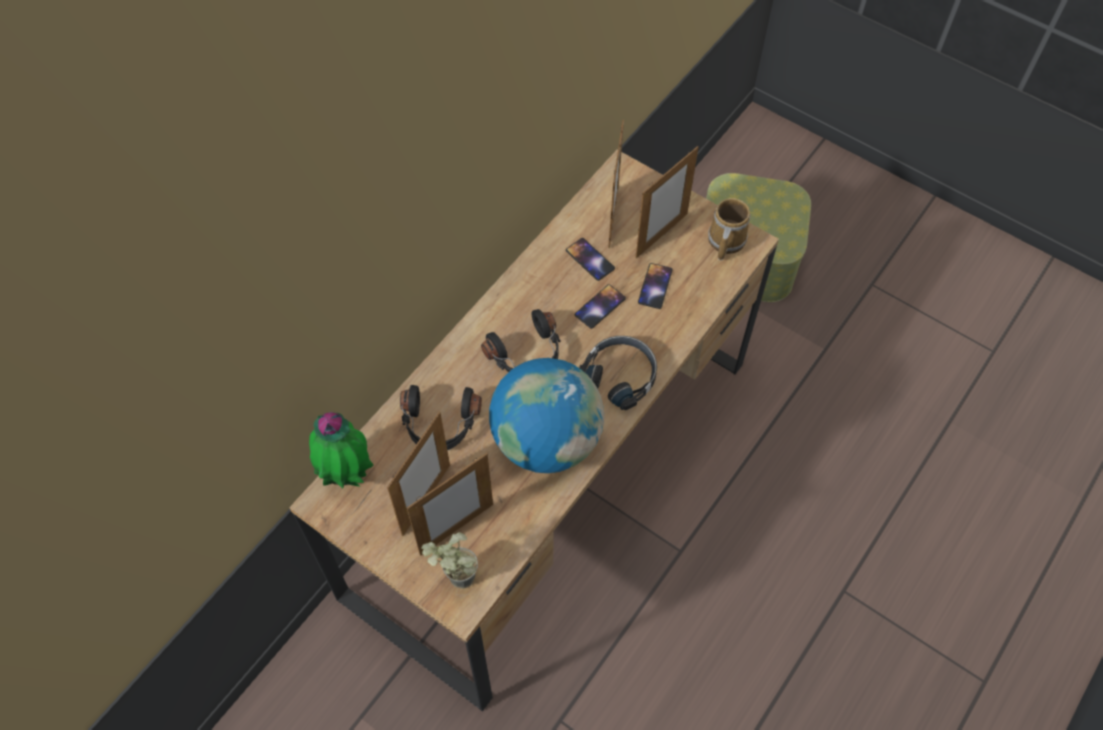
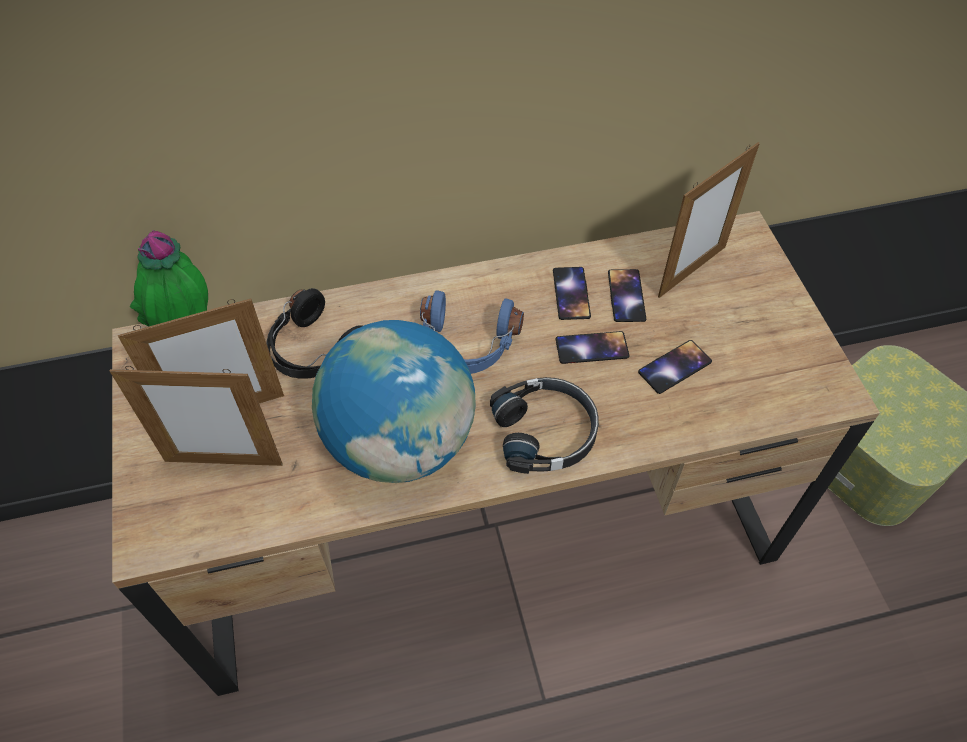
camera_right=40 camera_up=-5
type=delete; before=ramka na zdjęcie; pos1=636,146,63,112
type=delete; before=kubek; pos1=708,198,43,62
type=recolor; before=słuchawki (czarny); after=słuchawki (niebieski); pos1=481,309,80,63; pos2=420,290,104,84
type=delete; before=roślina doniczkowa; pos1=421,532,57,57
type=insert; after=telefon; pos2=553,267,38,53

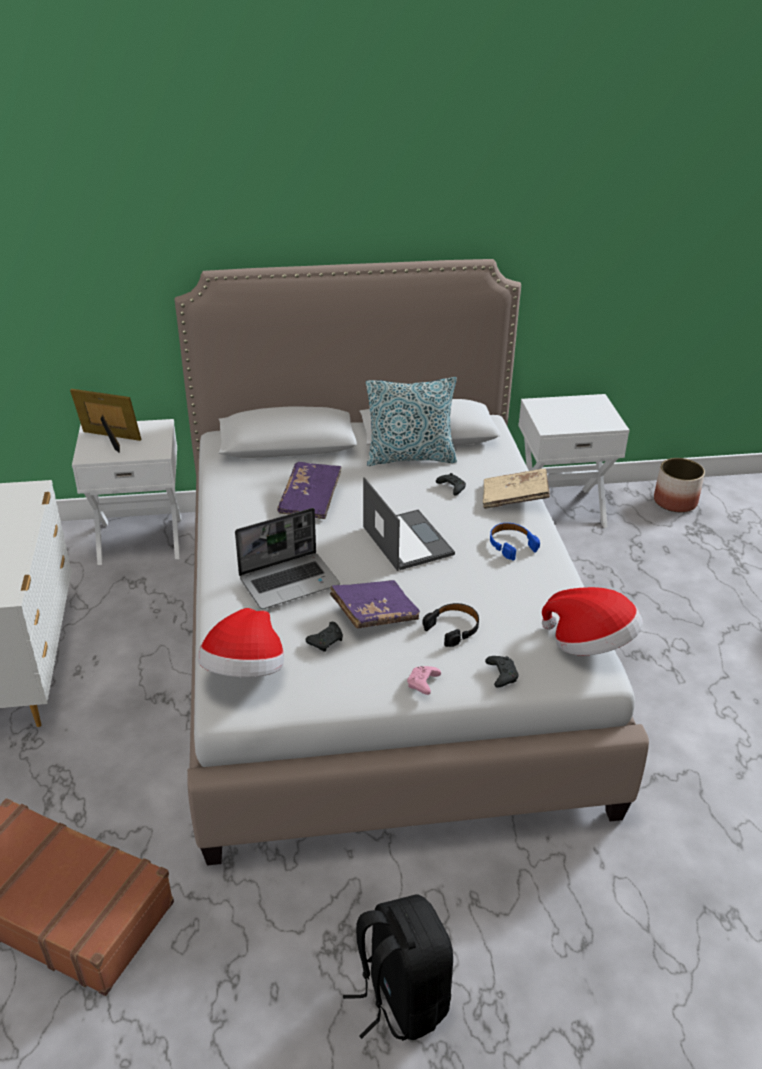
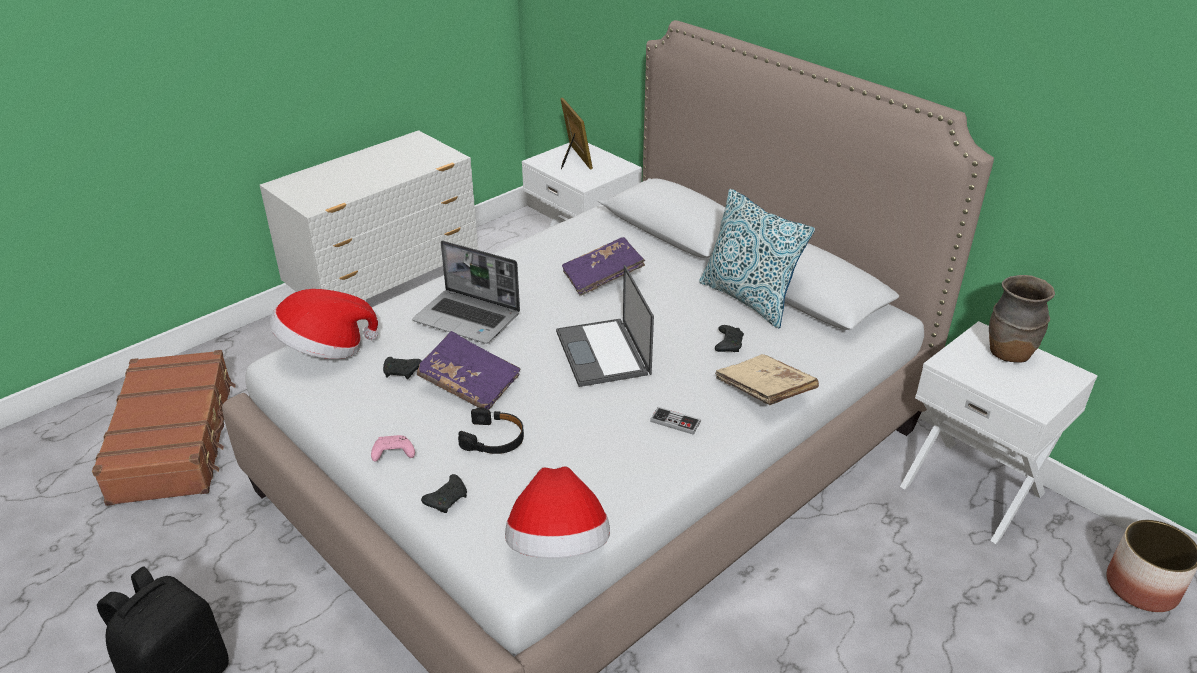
camera_right=55 camera_up=0
type=rotate; before=laptop; pos1=363,477,92,94; pos2=556,265,98,122; turn=135
type=replace; before=słuchawki (niebieski); after=pad do gier; pos1=490,523,50,37; pos2=650,407,51,28
type=insert; after=wazon (brązowy); pos2=989,275,66,88

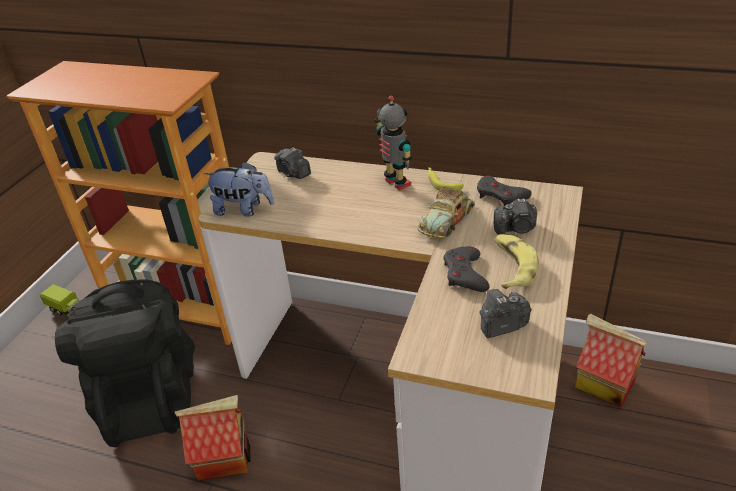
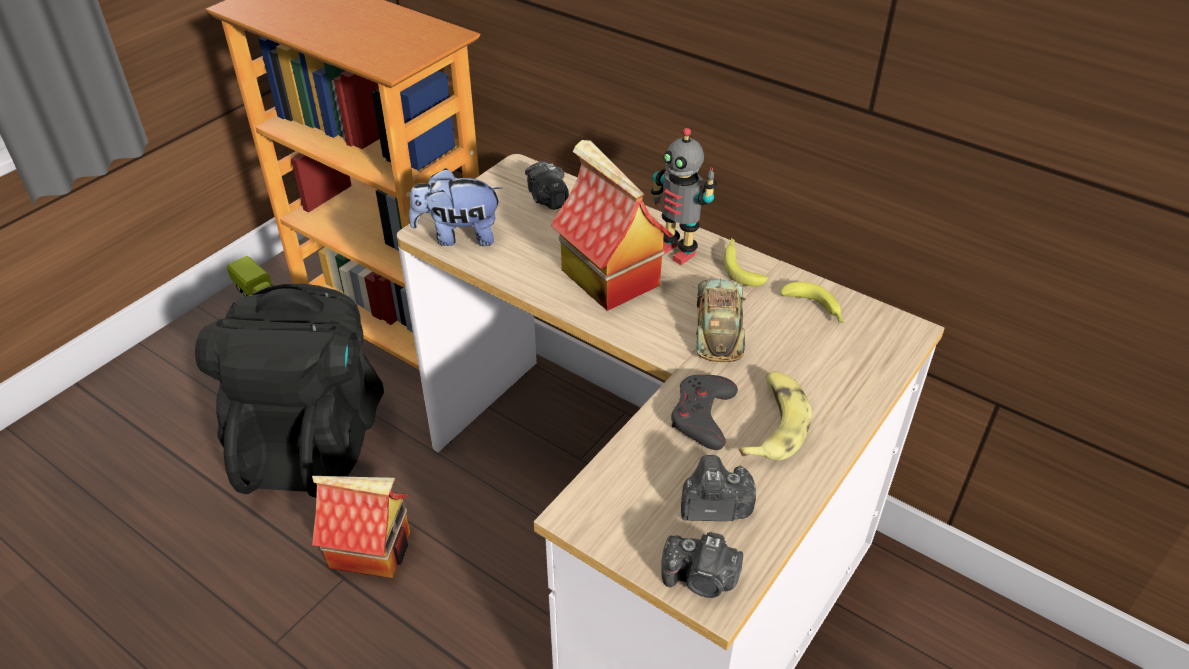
camera_right=15 camera_up=5
type=rotate; before=robot zabawkowy; pos1=374,96,38,95; pos2=651,128,66,137; turn=150
type=rotate; before=pluszak; pos1=203,161,71,55; pos2=409,168,93,78; turn=150
type=replace; before=pad do gier (szary); after=banan; pos1=477,176,55,30; pos2=781,282,64,41
type=rotate; before=samochodzik; pos1=418,186,57,52; pos2=696,279,50,83; turn=135
type=move; before=aparat fotograficzny; pos1=494,198,43,37; pos2=661,532,82,66
type=move; before=domek; pos1=575,314,72,94; pos2=551,140,123,171

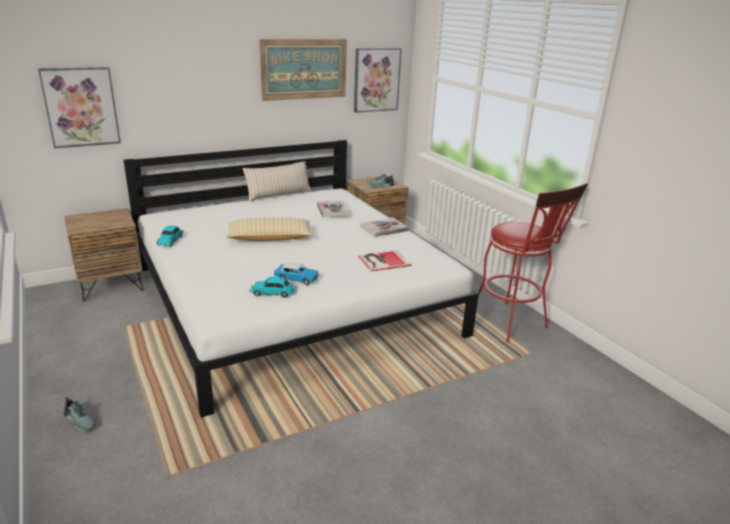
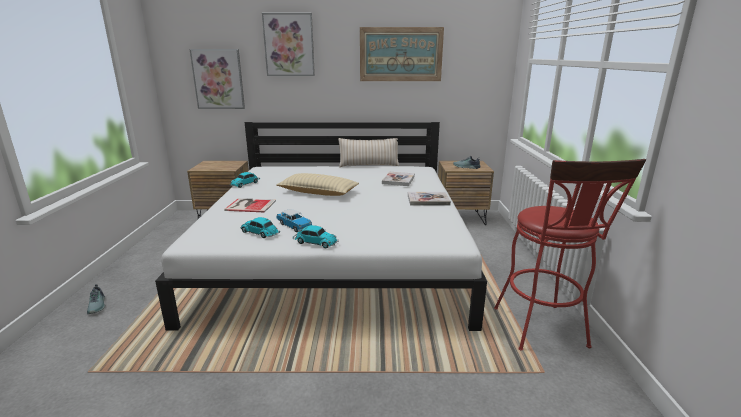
camera_right=30 camera_up=-5
type=move; before=obraz; pos1=354,48,48,65; pos2=262,13,53,63
type=move; before=książka; pos1=357,250,55,22; pos2=224,198,52,15
type=insert; after=samochodzik; pos2=293,225,45,23

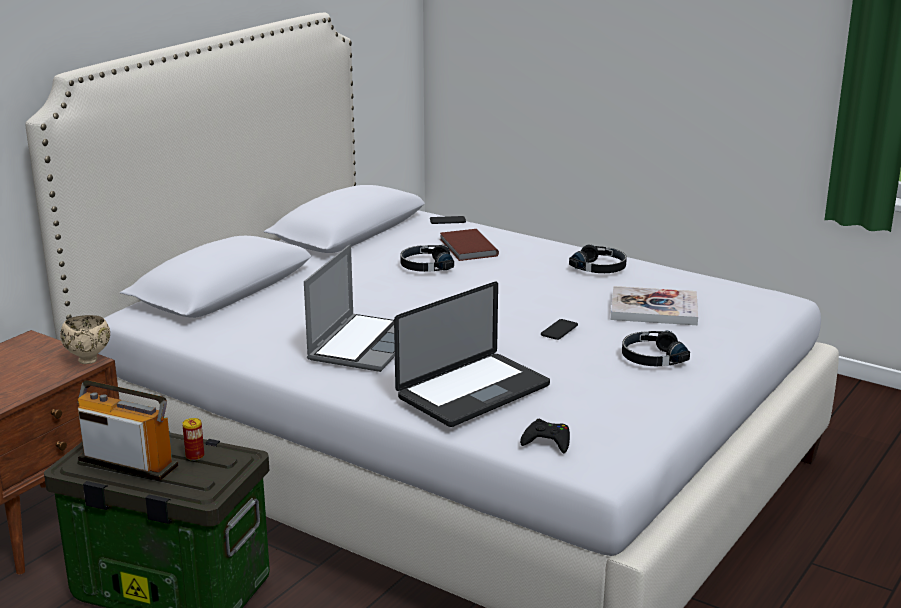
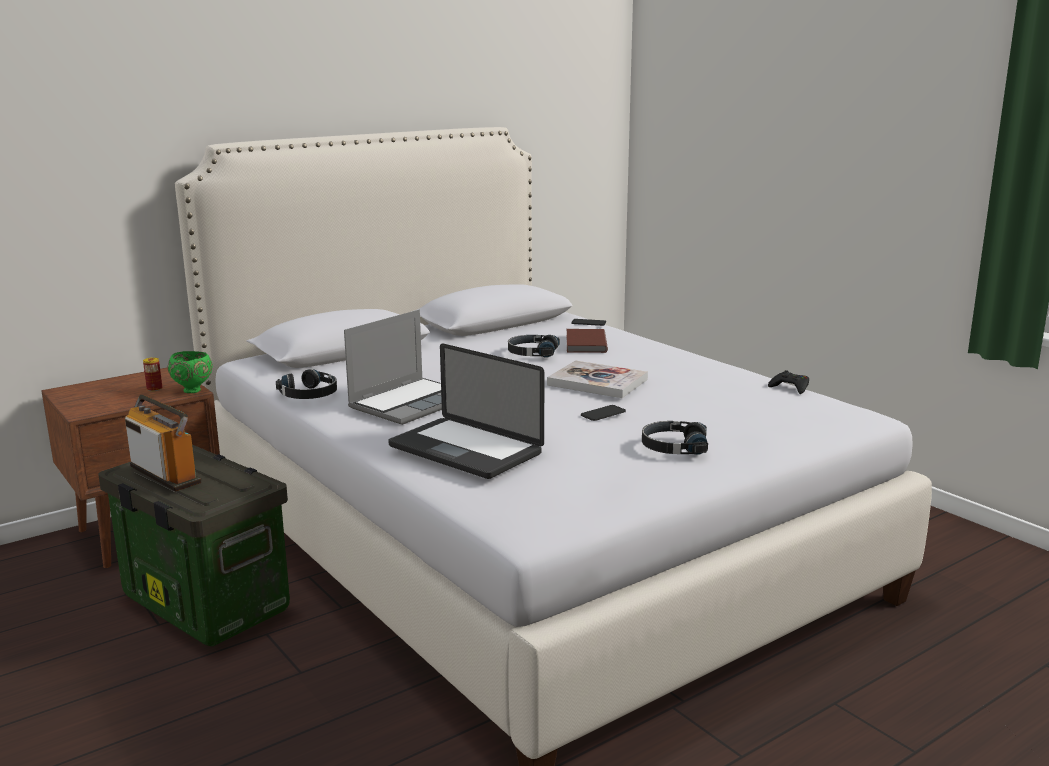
camera_right=20 camera_up=-5
type=move; before=słuchawki (czarny); pos1=569,244,58,29; pos2=276,369,61,30
type=rotate; before=laptop; pos1=394,282,156,145; pos2=388,344,156,135; turn=60
type=move; before=książka; pos1=611,286,87,39; pos2=547,360,101,38
type=recolor; before=miska (beżowy); after=miska (zielony); pos1=60,315,50,49; pos2=168,351,44,42
type=move; before=puszka; pos1=182,418,22,43; pos2=143,357,19,34
type=move; before=pad do gier (czarny); pos1=520,419,50,34; pos2=768,370,41,24

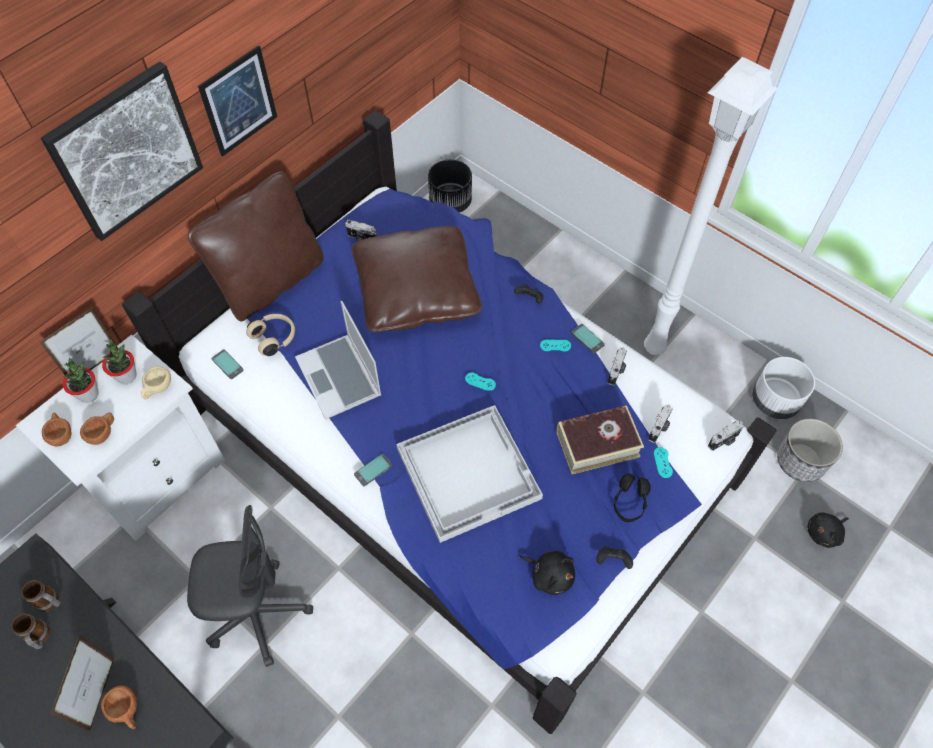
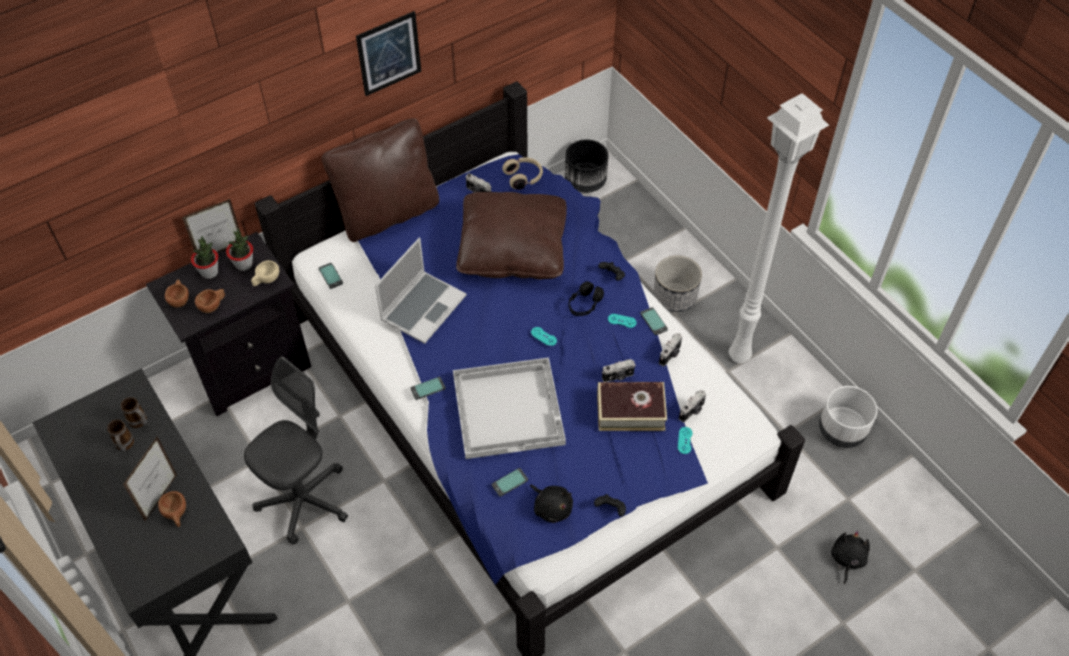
camera_right=15 camera_up=-5
type=delete; before=obraz; pos1=41,61,162,180
type=rotate; before=laptop; pos1=295,301,87,119; pos2=375,237,92,107; turn=-135
type=move; before=słuchawki (beżowy); pos1=246,314,49,42; pos2=502,157,41,33
type=recolor; before=szafka nocna (biały); after=szafka nocna (czarny); pos1=16,335,209,206; pos2=146,232,165,184
type=move; before=donica; pos1=777,419,66,63; pos2=654,255,48,57
type=move; before=aparat fotograficzny; pos1=708,420,36,31; pos2=602,359,34,23
type=move; before=słuchawki (czarny); pos1=614,474,36,48; pos2=569,281,35,35
type=rotate; before=krzesło biurowe (szary); pos1=187,505,126,162; pos2=244,357,104,188; turn=-60
type=rotate; before=pluszak (czarny); pos1=807,512,42,36; pos2=831,530,39,54; turn=120
type=insert; after=telefon; pos2=492,468,36,29

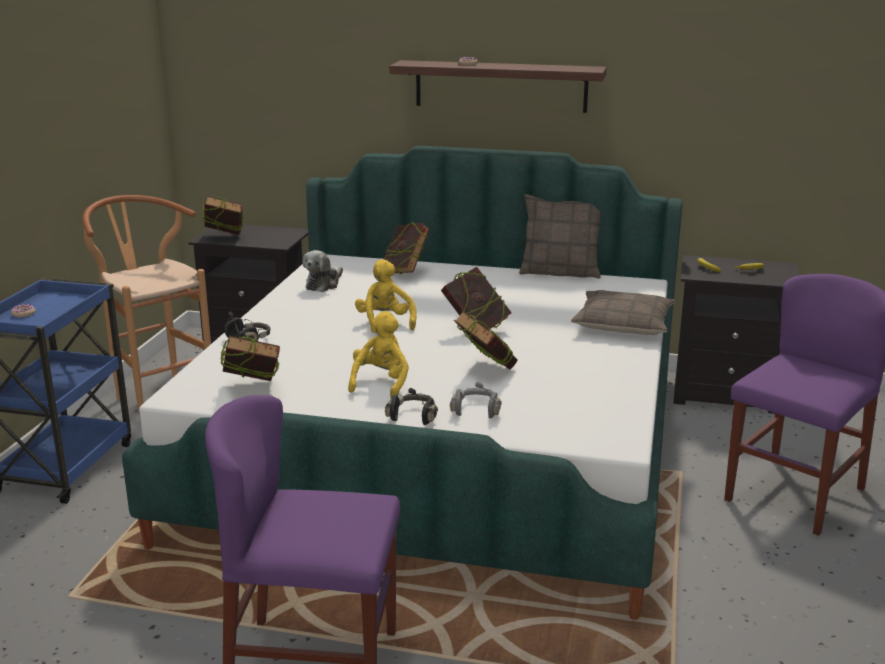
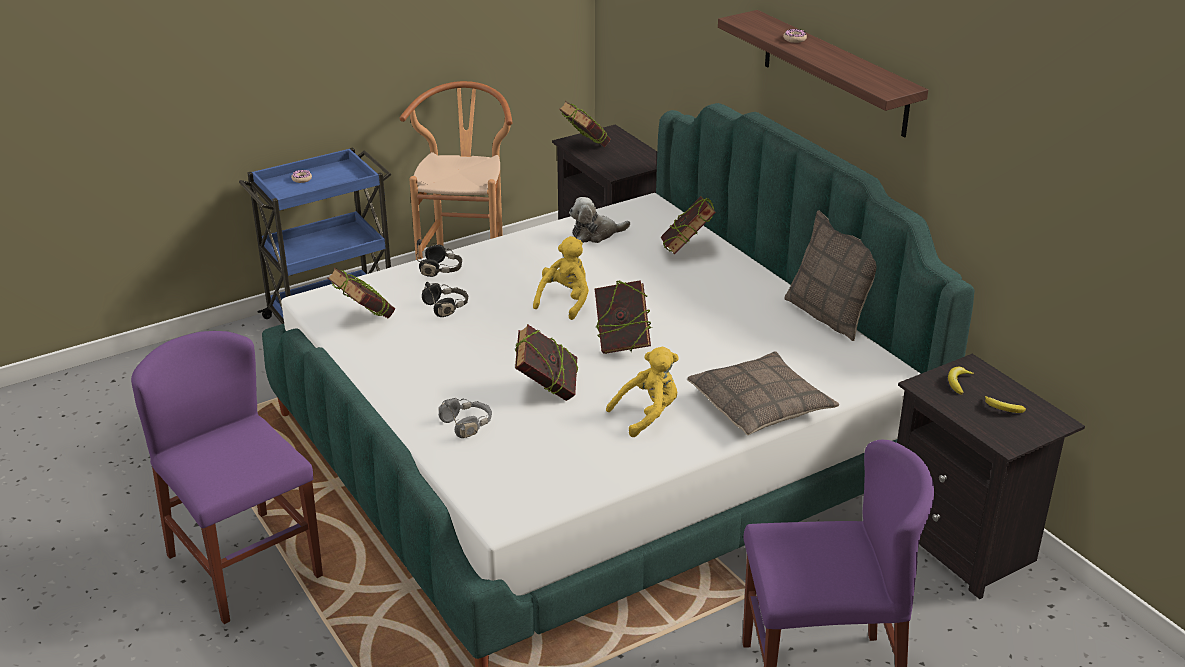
camera_right=45 camera_up=10
type=move; before=pluszak (żółty); pos1=348,311,61,87; pos2=606,347,73,90
type=move; before=słuchawki (czarny); pos1=385,388,53,37; pos2=422,282,46,35

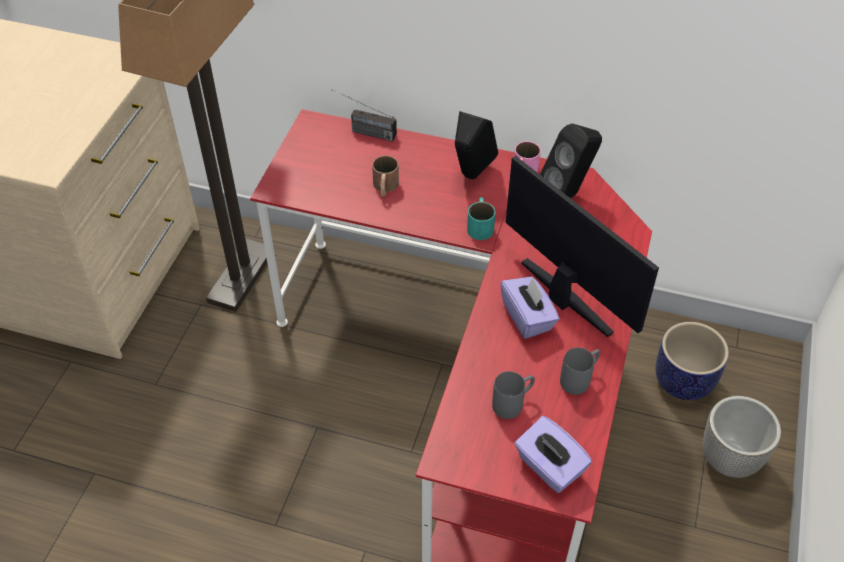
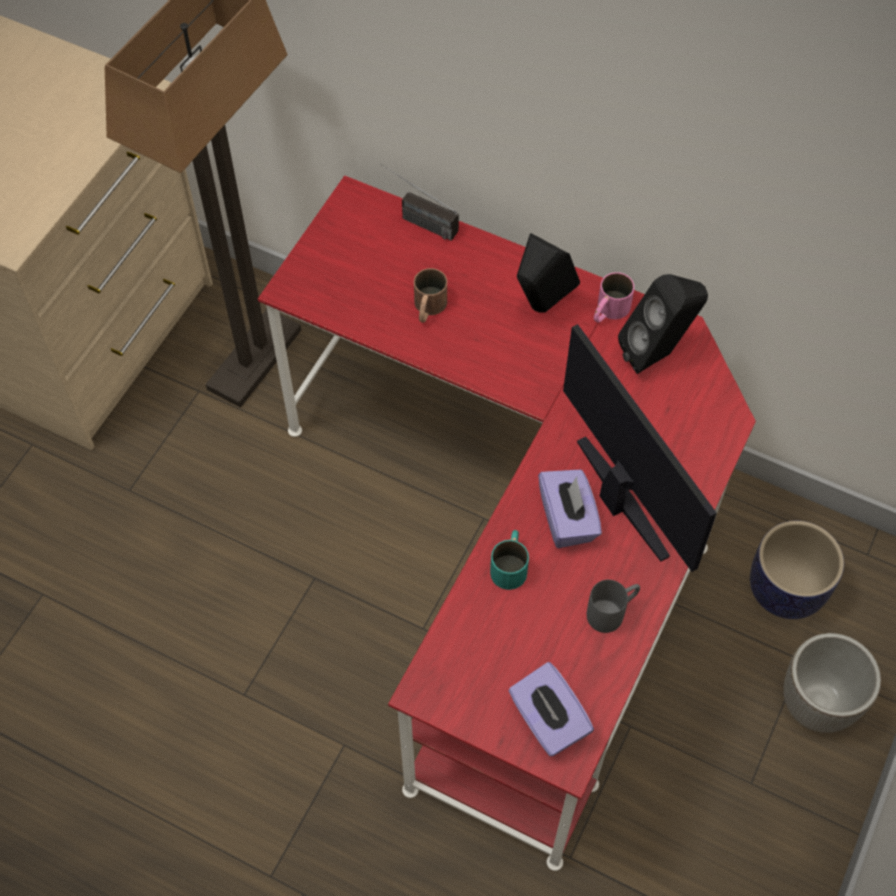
camera_right=10 camera_up=10
type=move; before=kubek (turkusowy); pos1=467,197,28,43; pos2=490,530,39,60
type=delete; before=kubek (szary); pos1=492,371,43,48

